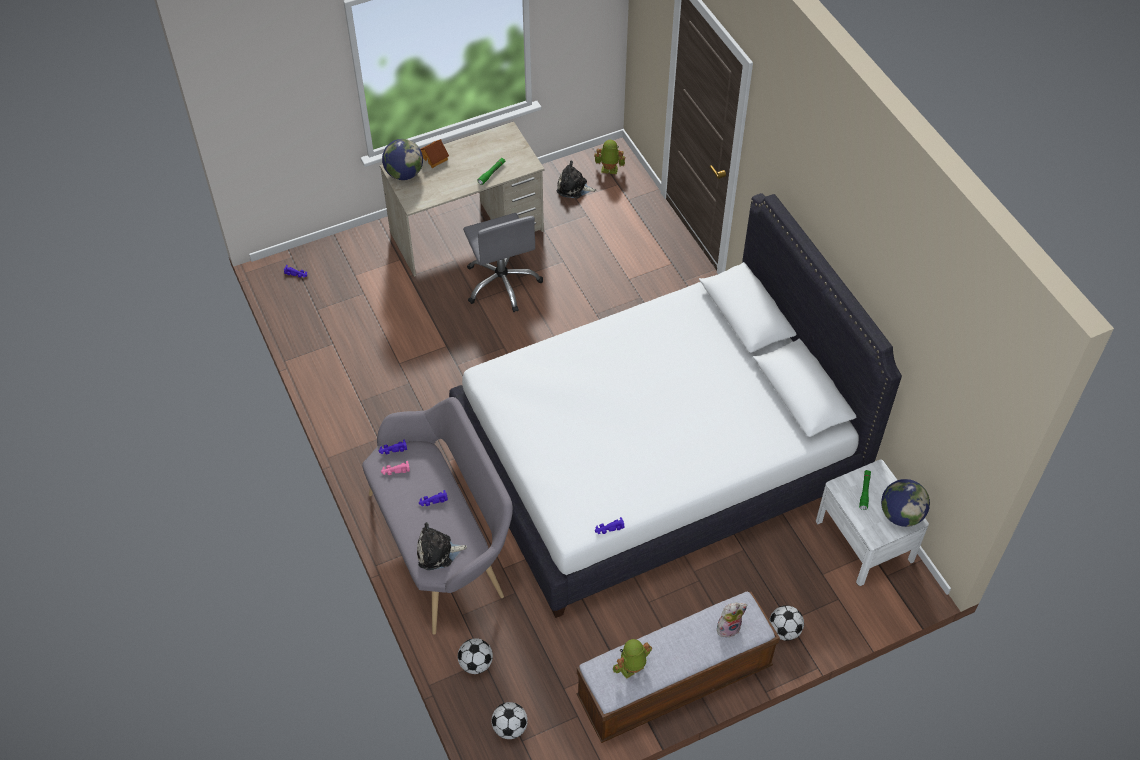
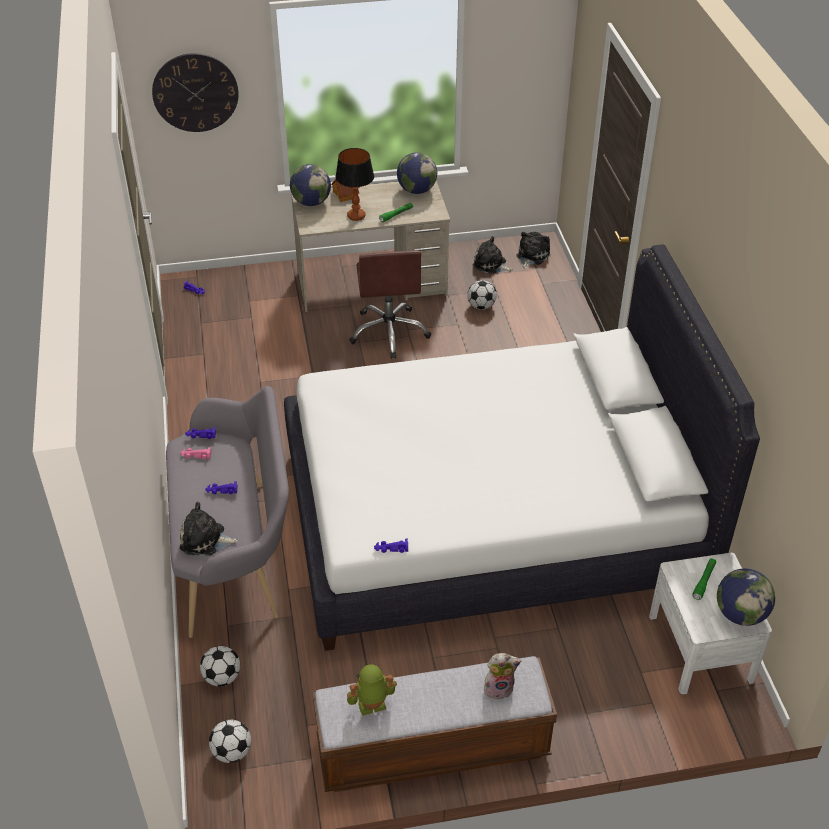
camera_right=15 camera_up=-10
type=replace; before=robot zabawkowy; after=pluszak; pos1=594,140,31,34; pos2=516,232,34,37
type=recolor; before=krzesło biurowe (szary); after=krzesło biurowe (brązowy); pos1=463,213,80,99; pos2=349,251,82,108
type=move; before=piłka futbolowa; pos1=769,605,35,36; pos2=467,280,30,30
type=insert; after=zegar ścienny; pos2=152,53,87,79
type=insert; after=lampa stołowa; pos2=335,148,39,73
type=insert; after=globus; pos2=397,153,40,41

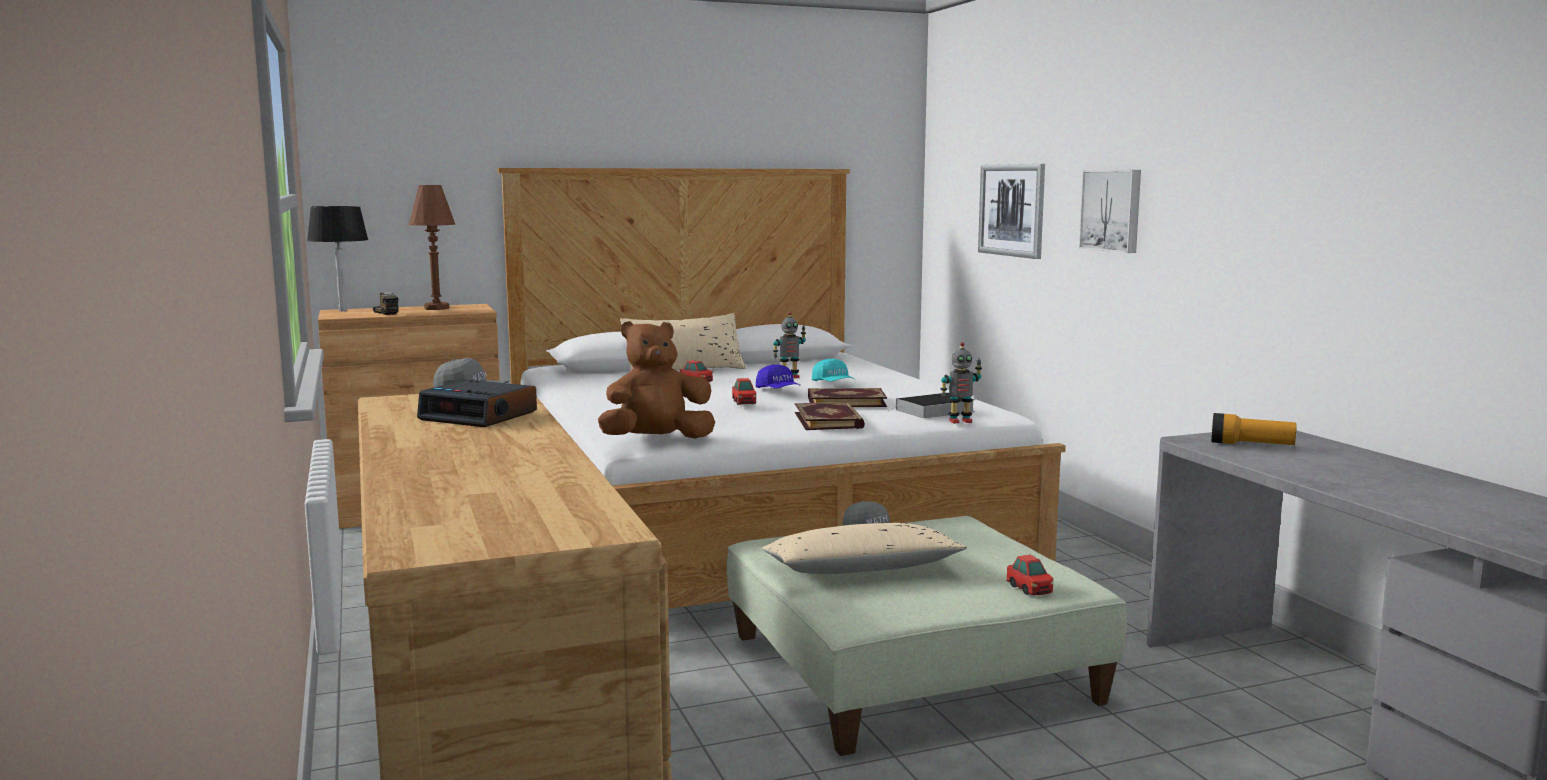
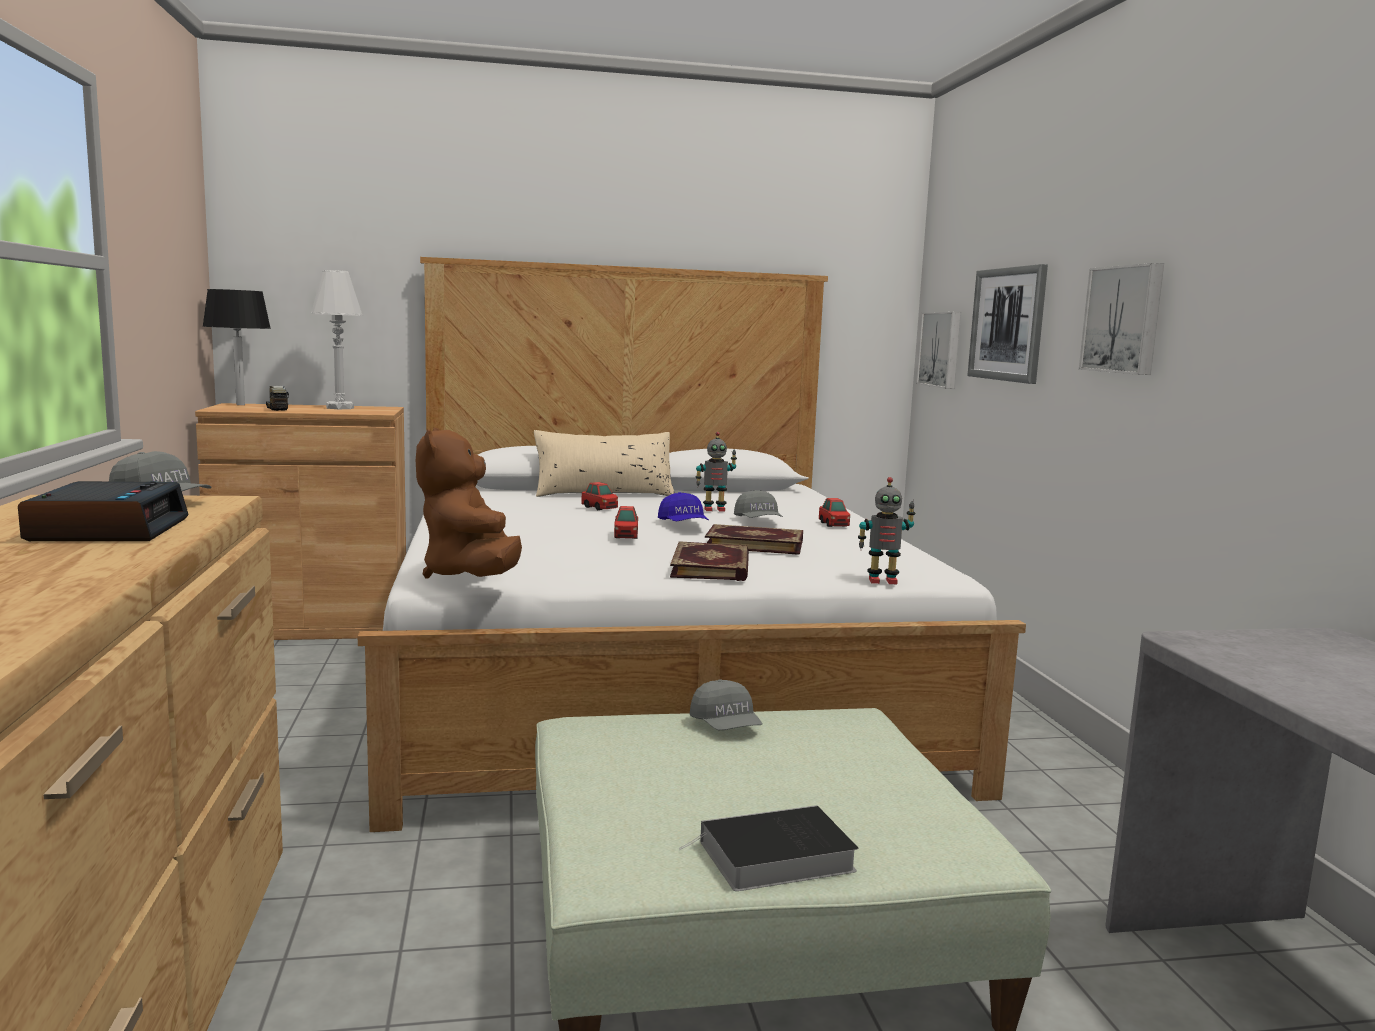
camera_right=10 camera_up=0
type=recolor; before=lampa stołowa (brązowy); after=lampa stołowa (biały); pos1=408,185,47,125; pos2=311,270,53,139
type=rotate; before=pluszak (brązowy); pos1=598,321,117,118; pos2=416,428,106,150; turn=-90
type=recolor; before=czapka z daszkiem (turkusowy); after=czapka z daszkiem (szary); pos1=812,358,43,23; pos2=734,490,49,28
type=rotate; before=budzik; pos1=417,380,120,47; pos2=18,481,171,60; turn=-135
type=move; before=książka; pos1=888,393,87,25; pos2=679,805,179,86
type=delete; before=latarka; pos1=1211,413,86,32
type=delete; before=poduszka (beżowy); pos1=762,523,205,51
type=move; before=samochodzik; pos1=1007,555,46,40; pos2=819,498,31,29
type=insert; after=obraz; pos2=916,312,45,77

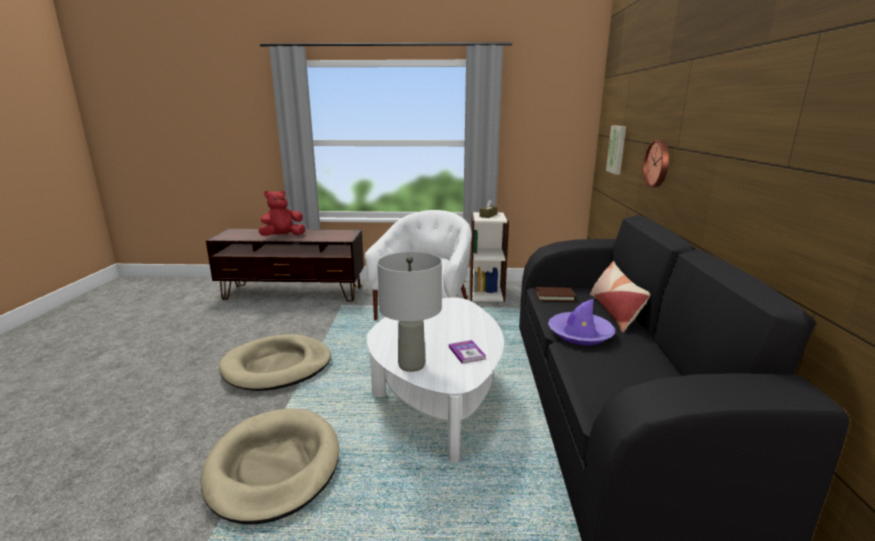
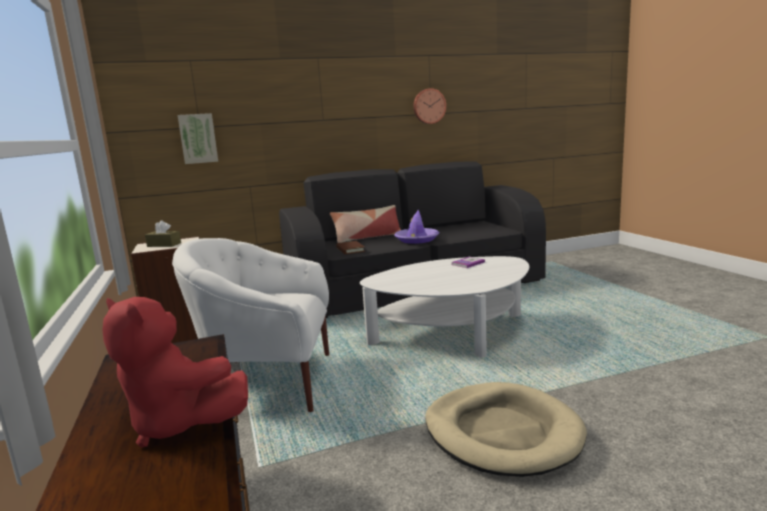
camera_right=-110 camera_up=-5
type=move; before=zegar ścienny; pos1=643,140,26,48; pos2=413,88,33,36
type=delete; before=lampa stołowa (szary); pos1=377,252,65,120
type=delete; before=legowisko (beżowy); pos1=201,408,138,117

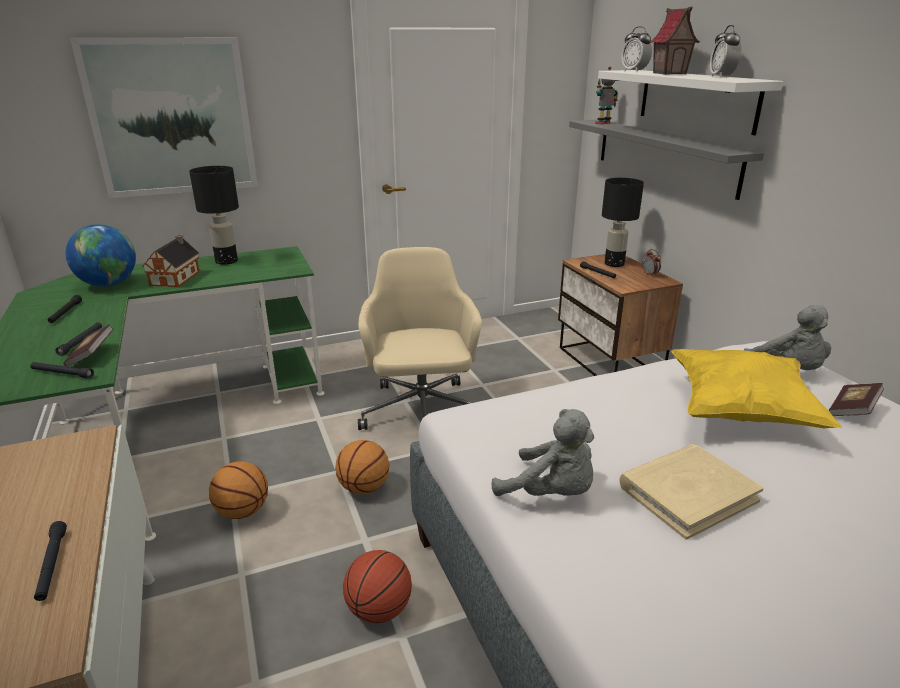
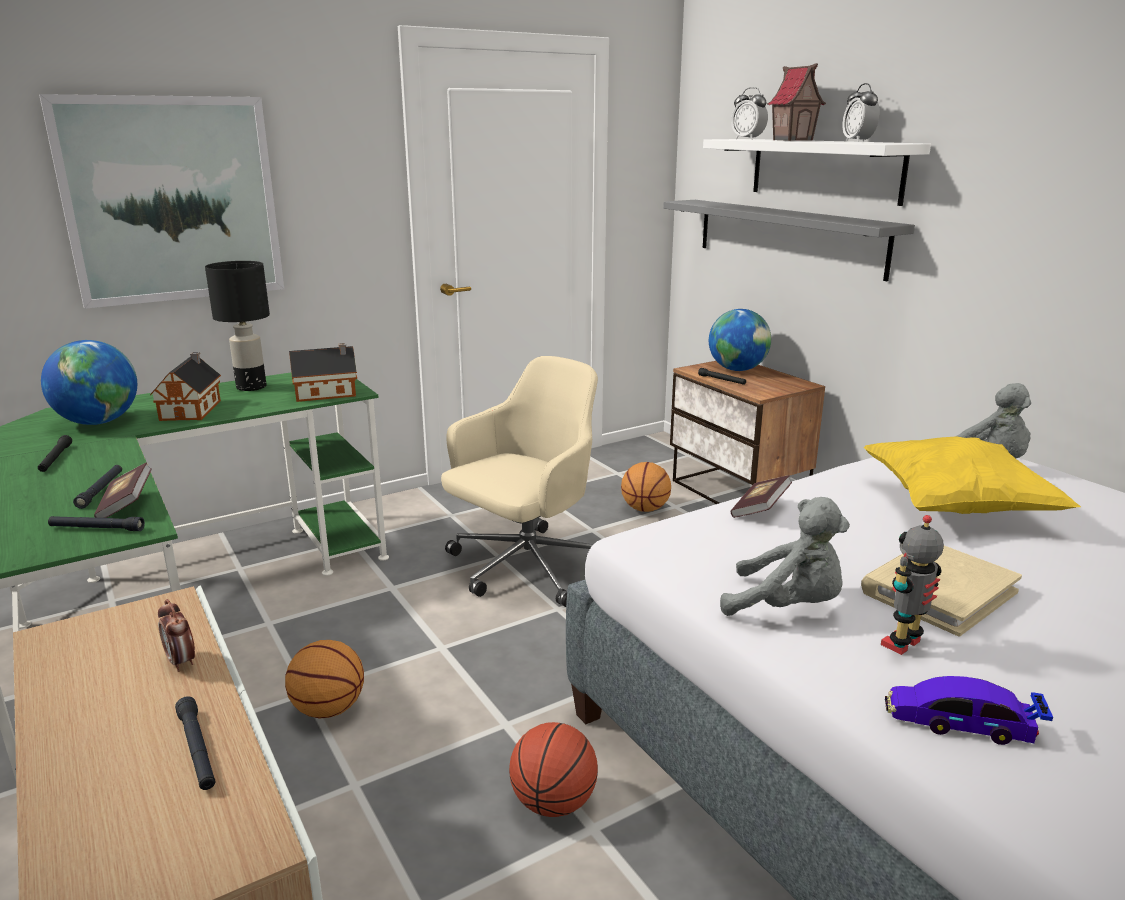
camera_right=-10 camera_up=-5
type=move; before=robot zabawkowy; pos1=595,67,23,57; pos2=881,515,63,140
type=replace; before=lampa stołowa (czarny); after=globus; pos1=602,178,42,89; pos2=709,309,62,62
type=rotate; before=krzesło biurowe (beżowy); pos1=358,247,124,183; pos2=441,356,157,251; turn=60
type=move; before=budzik; pos1=642,249,19,28; pos2=158,599,37,73
type=move; before=książka; pos1=828,383,56,33; pos2=731,475,61,43
type=move; before=piłka do koszykówki; pos1=335,440,54,54; pos2=621,462,50,50
type=insert; after=domek; pos2=289,343,68,59
type=insert; after=samochodzik; pos2=885,676,168,69

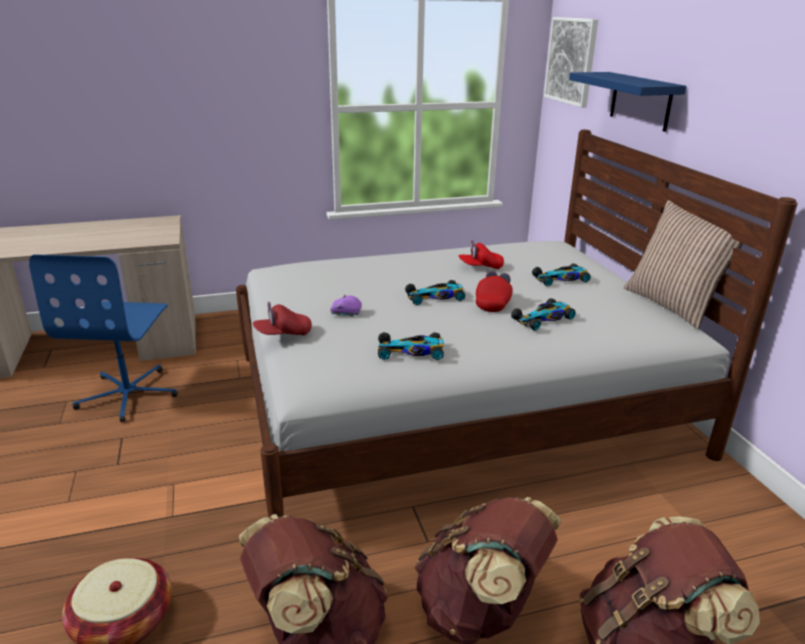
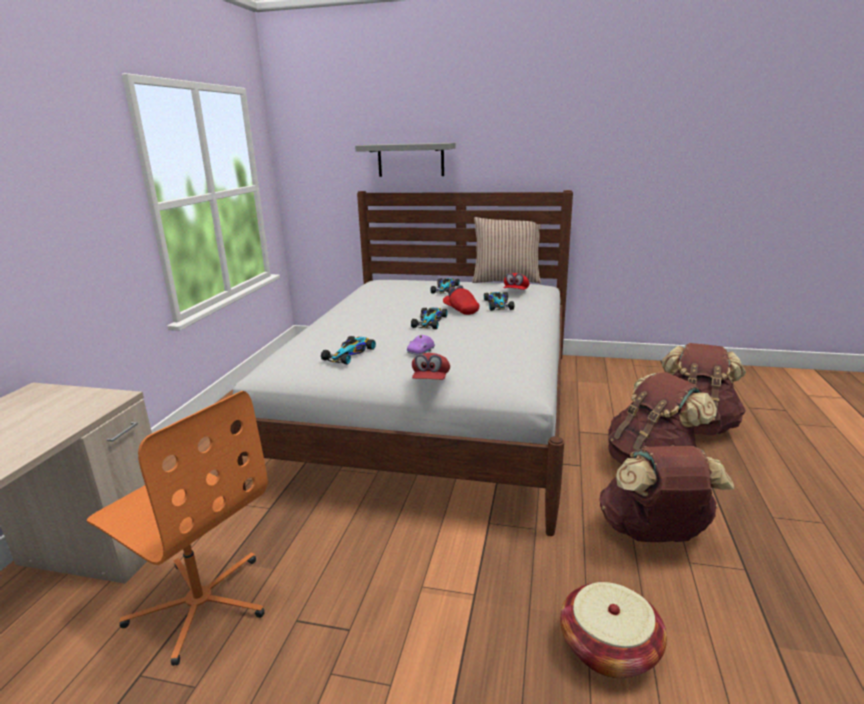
camera_right=-60 camera_up=-5
type=delete; before=obraz; pos1=544,17,54,91
type=recolor; before=półka (niebieski); after=półka (szary); pos1=569,72,118,60; pos2=355,143,100,34
type=move; before=czapka z daszkiem (czerwony); pos1=458,240,46,29; pos2=504,273,25,17
type=recolor; before=krzesło biurowe (niebieski); after=krzesło biurowe (pomarańczowy); pos1=29,254,149,168; pos2=87,391,181,275
type=move; before=samochodzik; pos1=378,332,66,28; pos2=321,336,55,29

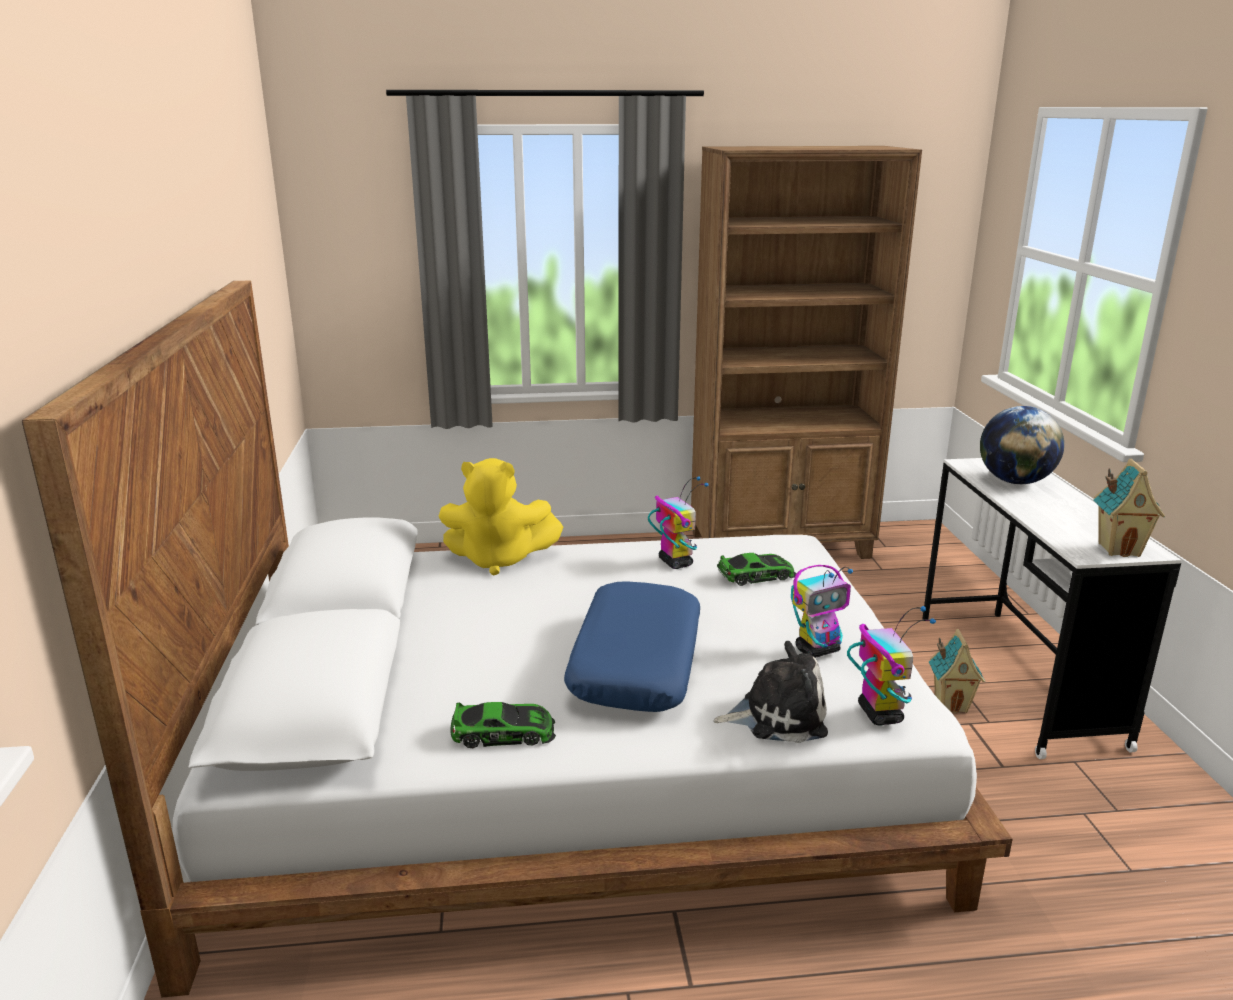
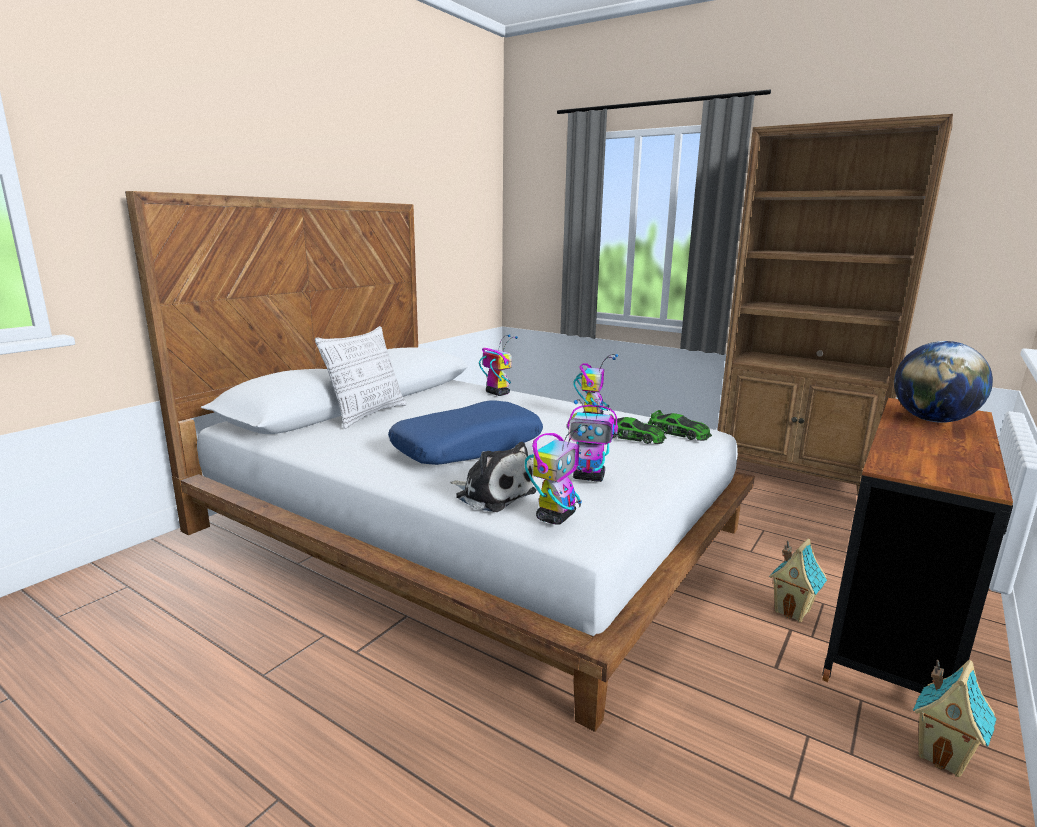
camera_right=40 camera_up=-5
type=replace; before=pluszak (żółty); after=robot zabawkowy; pos1=439,458,124,117; pos2=479,334,39,62
type=recolor; before=biurko (biały); after=biurko (brązowy); pos1=922,458,259,301; pos2=822,398,191,295
type=move; before=domek; pos1=1093,459,72,98; pos2=913,660,84,117
type=move; before=samochodzik; pos1=450,702,106,46; pos2=648,410,64,31
type=insert; after=poduszka; pos2=315,326,92,103

